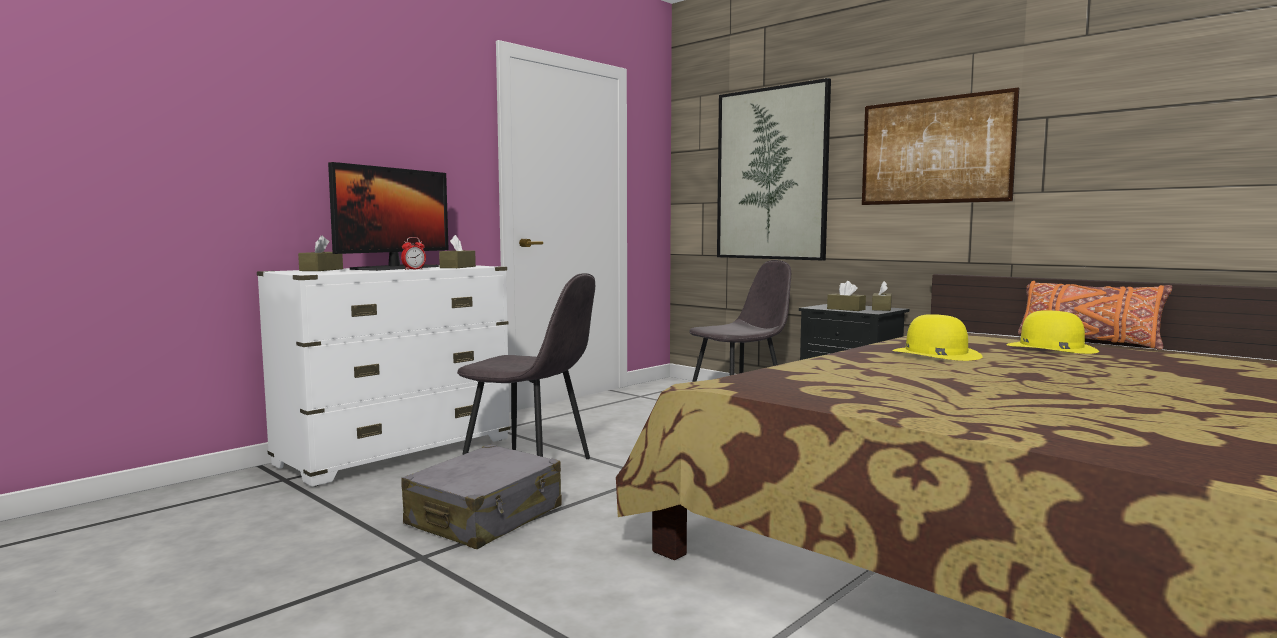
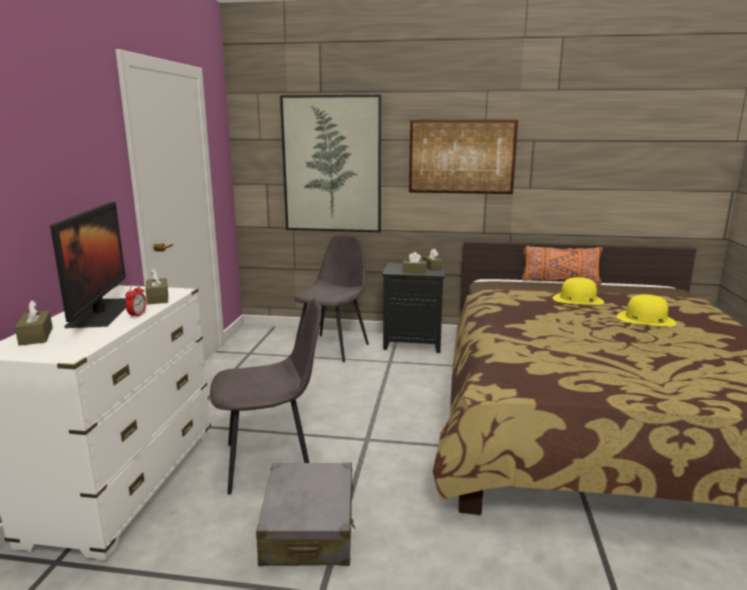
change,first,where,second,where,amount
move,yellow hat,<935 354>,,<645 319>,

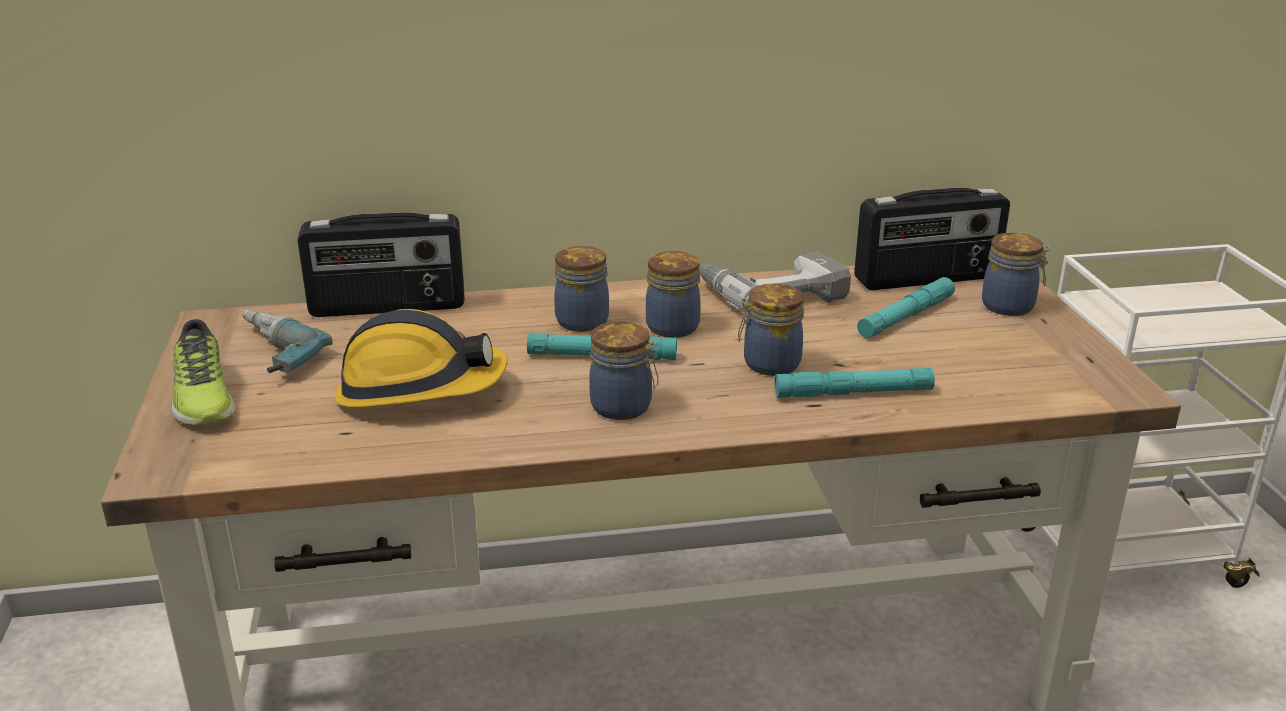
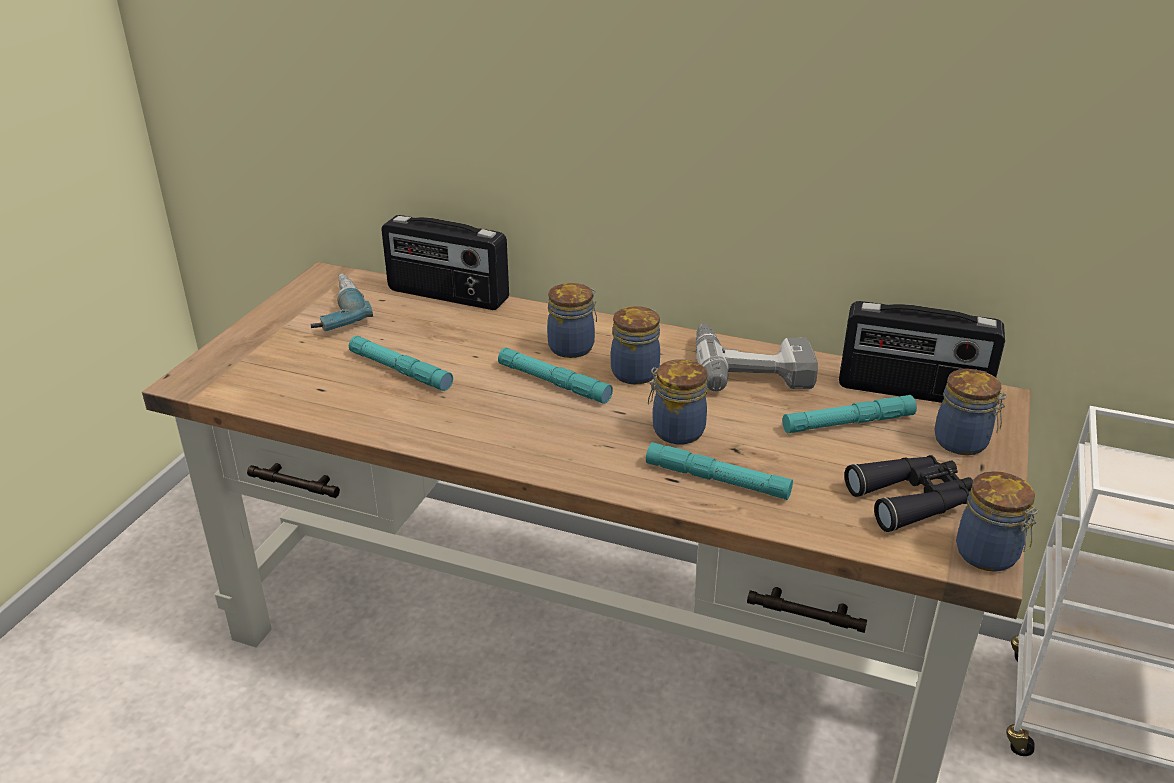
change,first,where,second,where,amount
replace,hard hat,<419 389>,turquoise flashlight,<400 370>,
insert,,,black binoculars,<912 500>,
move,jar,<624 407>,,<989 555>,
delete,shoe,<202 397>,,,

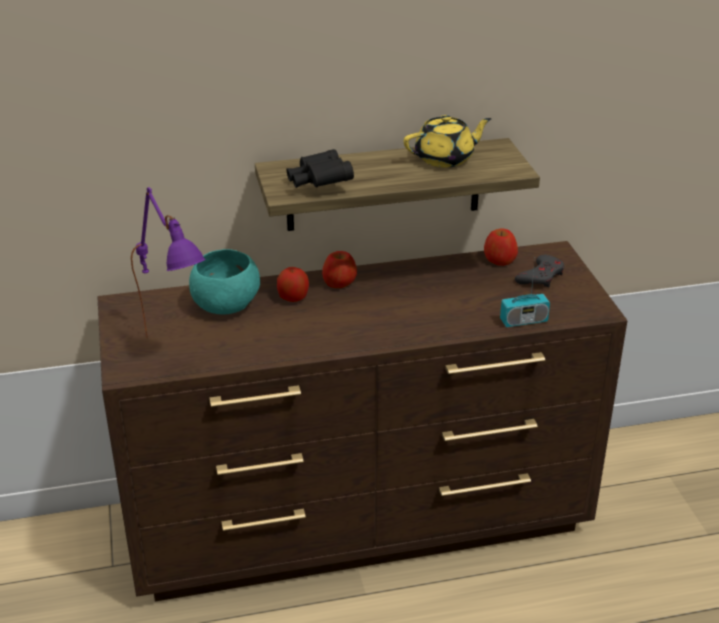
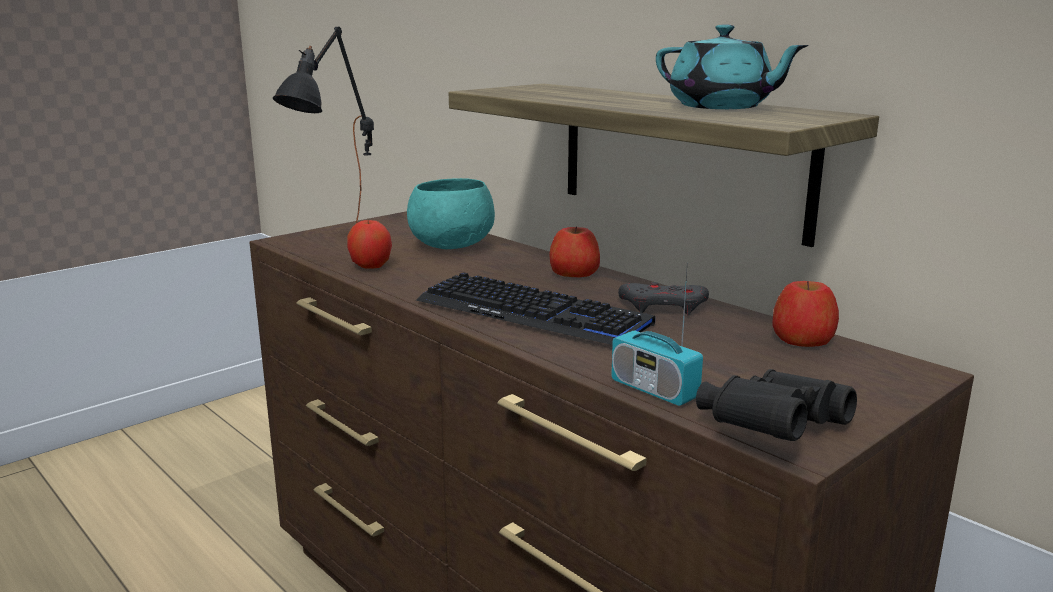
change,first,where,second,where,amount
recolor,purple table lamp,<177 351>,black table lamp,<341 247>,
move,apple,<293 298>,,<370 266>,
insert,,,keyboard,<532 313>,
move,grey game controller,<541 276>,,<663 306>,
recolor,yellow teapot,<445 159>,turquoise teapot,<721 107>,
move,black binoculars,<319 183>,,<770 431>,

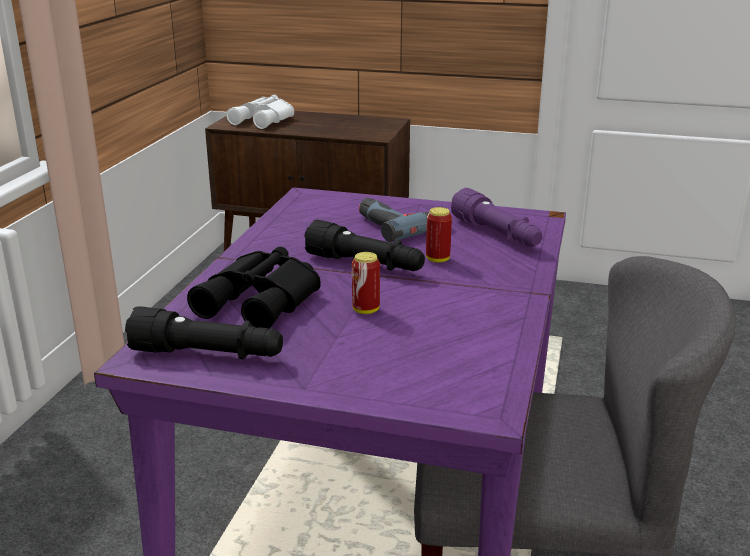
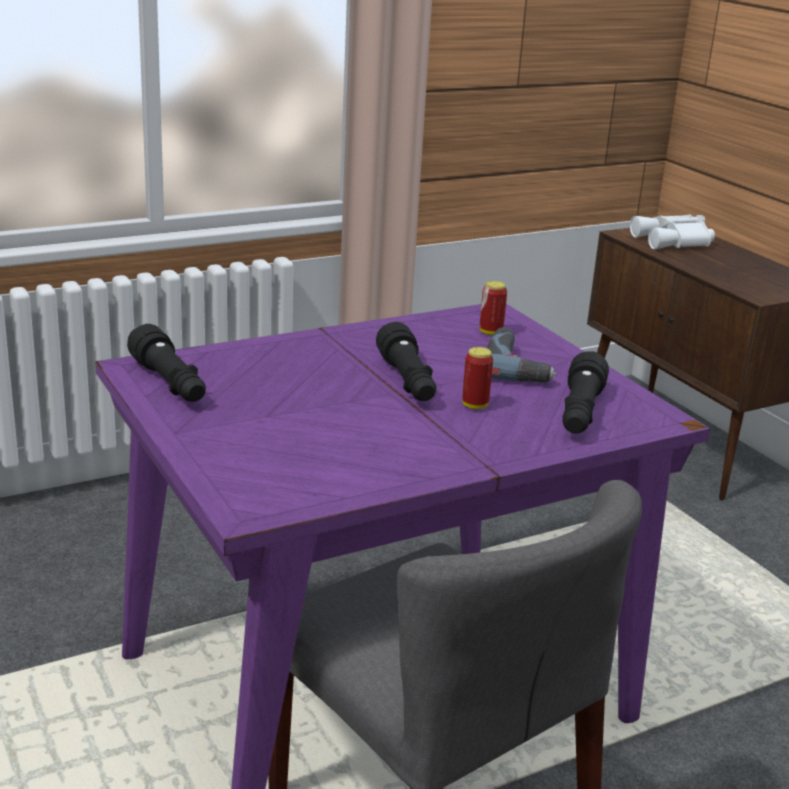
change,first,where,second,where,amount
move,can,<366 310>,,<490 332>,
recolor,purple flashlight,<497 235>,black flashlight,<580 413>,
delete,black binoculars,<262 301>,,,

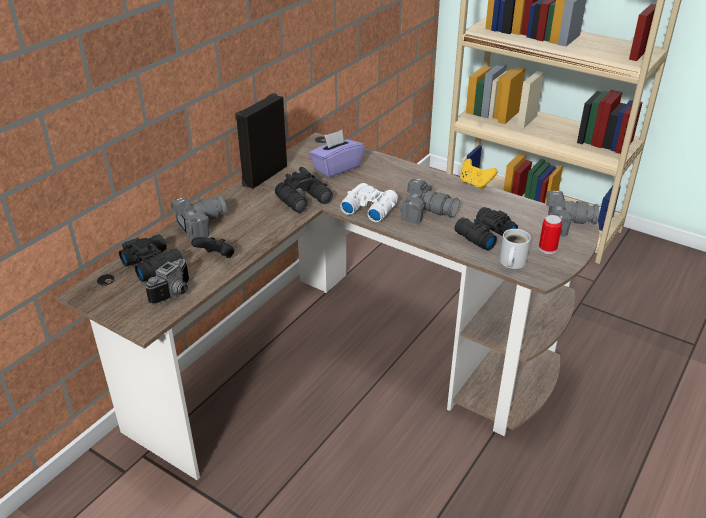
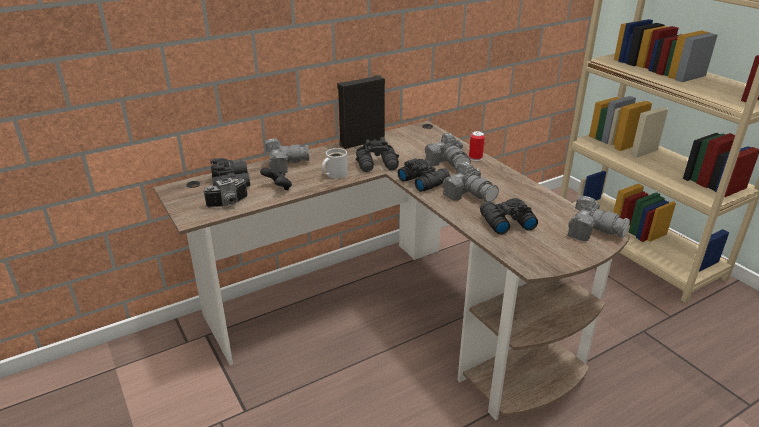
change,first,where,second,where,amount
move,white mug,<511 262>,,<334 174>,
recolor,white binoculars,<368 208>,black binoculars,<423 181>,
insert,,,photo camera,<449 163>,
move,can,<547 249>,,<475 158>,
delete,purple tissue box,<336 168>,,,
delete,yellow game controller,<475 184>,,,

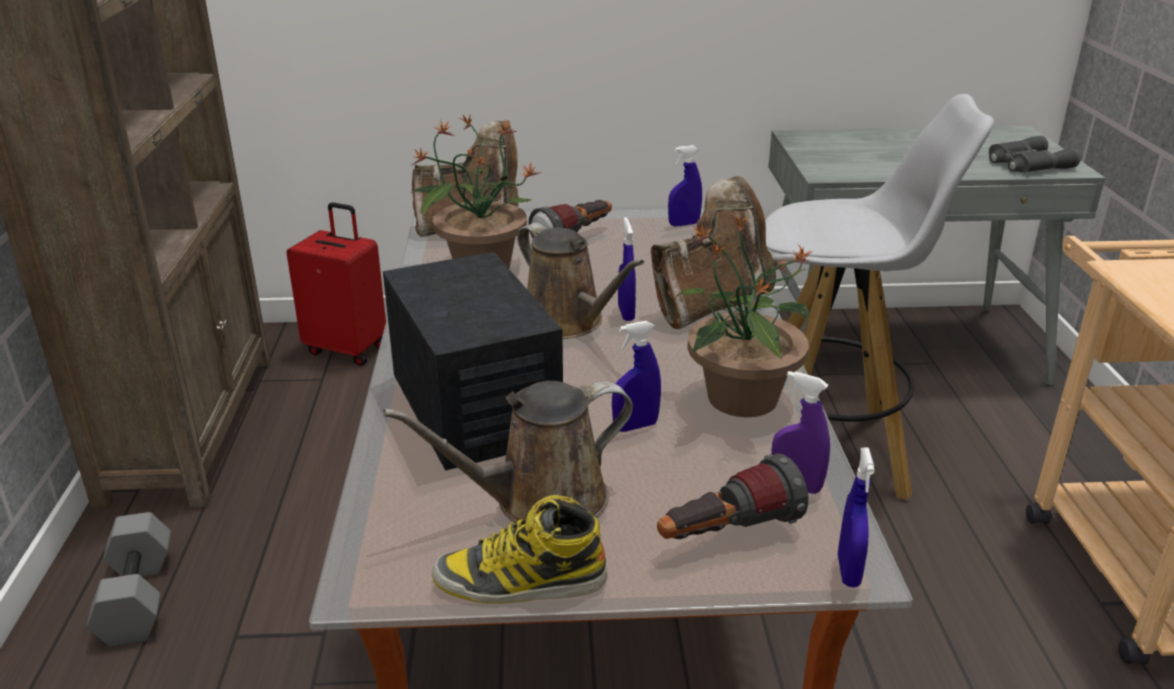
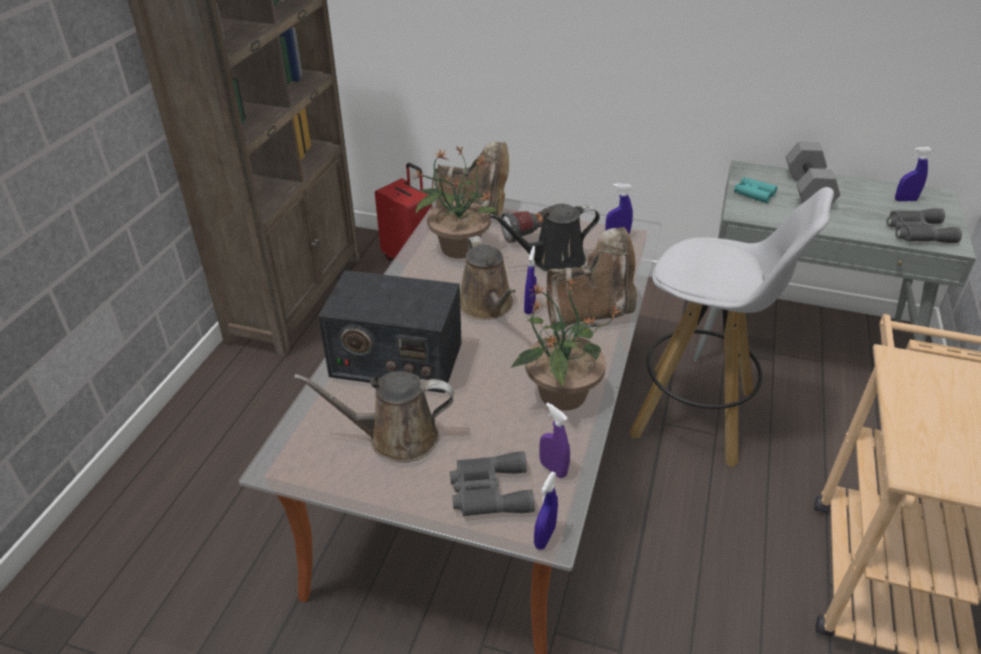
change,first,where,second,where,amount
rotate,radio,<475 406>,,<395 359>,105 degrees clockwise
replace,flashlight,<726 534>,grey binoculars,<488 491>,
insert,,,black watering can,<553 260>,
insert,,,turquoise binoculars,<754 194>,
move,grey dumbbell,<139 598>,,<808 191>,
move,blue spray bottle,<635 426>,,<905 200>,
delete,boot,<520 582>,,,

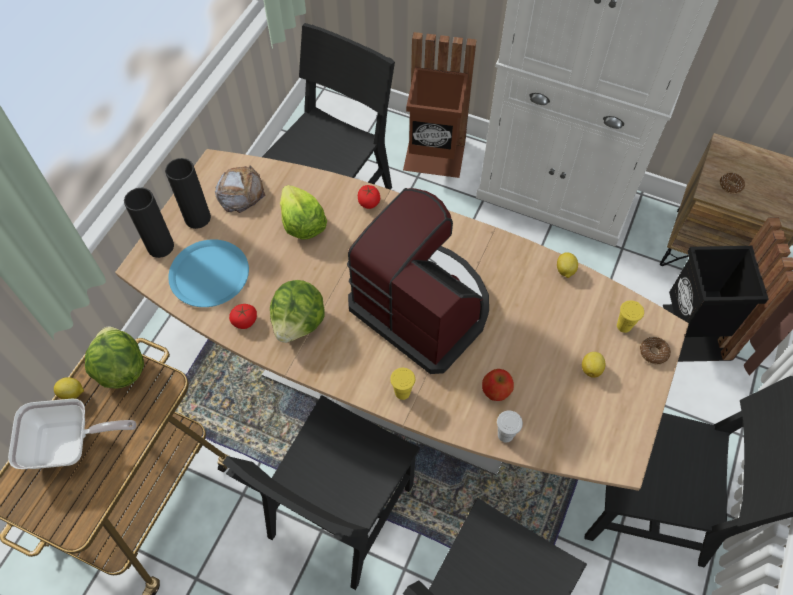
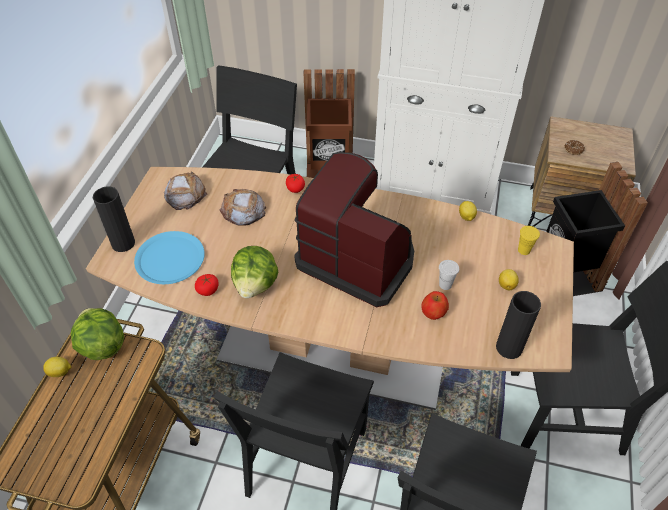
change,first,where,second,where,amount
replace,lettuce,<302 223>,bread,<243 211>,
move,white cup,<505 435>,,<445 285>,
move,black vase,<197 218>,,<509 347>,
delete,frying pan,<70 445>,,,
delete,yellow cup,<402 392>,,,
delete,donut,<653 353>,,,

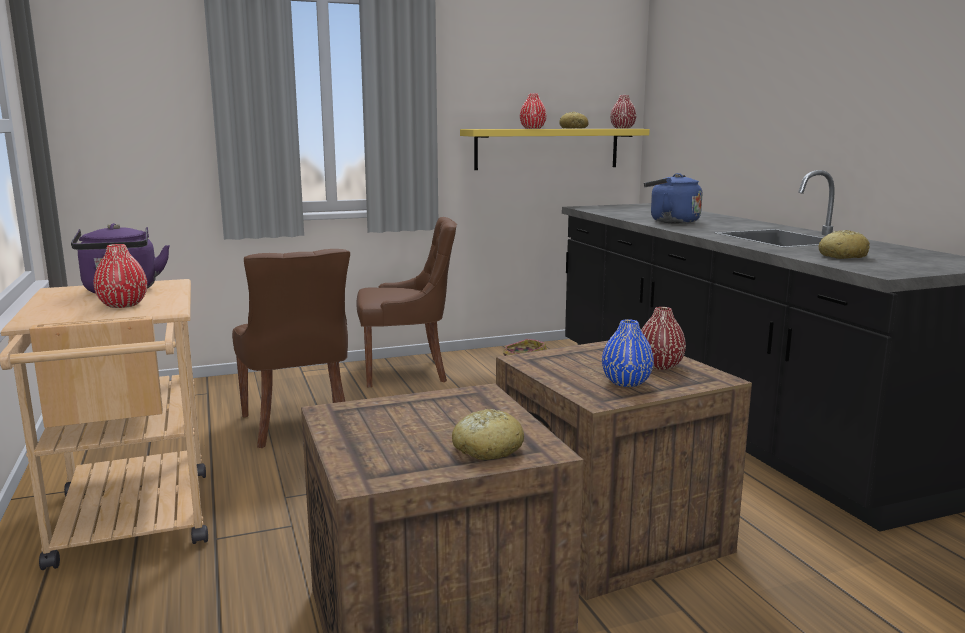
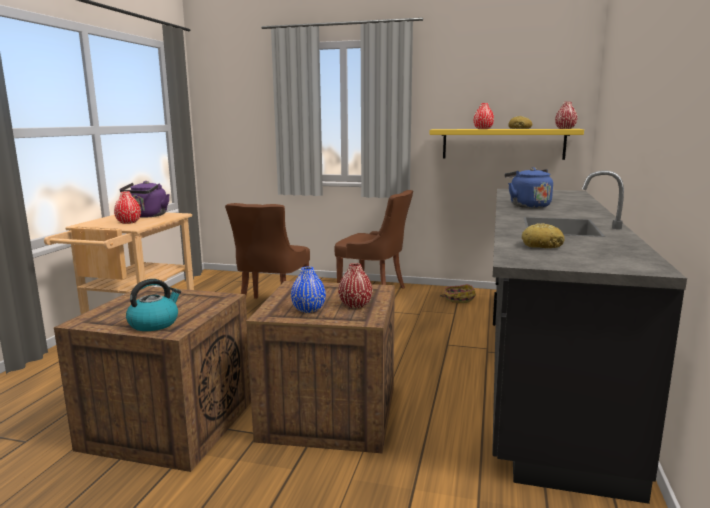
change,first,where,second,where,amount
replace,bread,<487 449>,kettle,<154 323>,

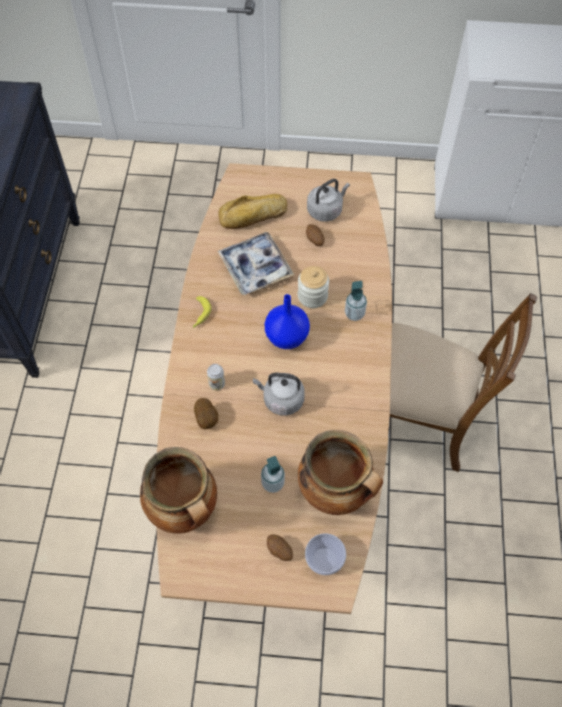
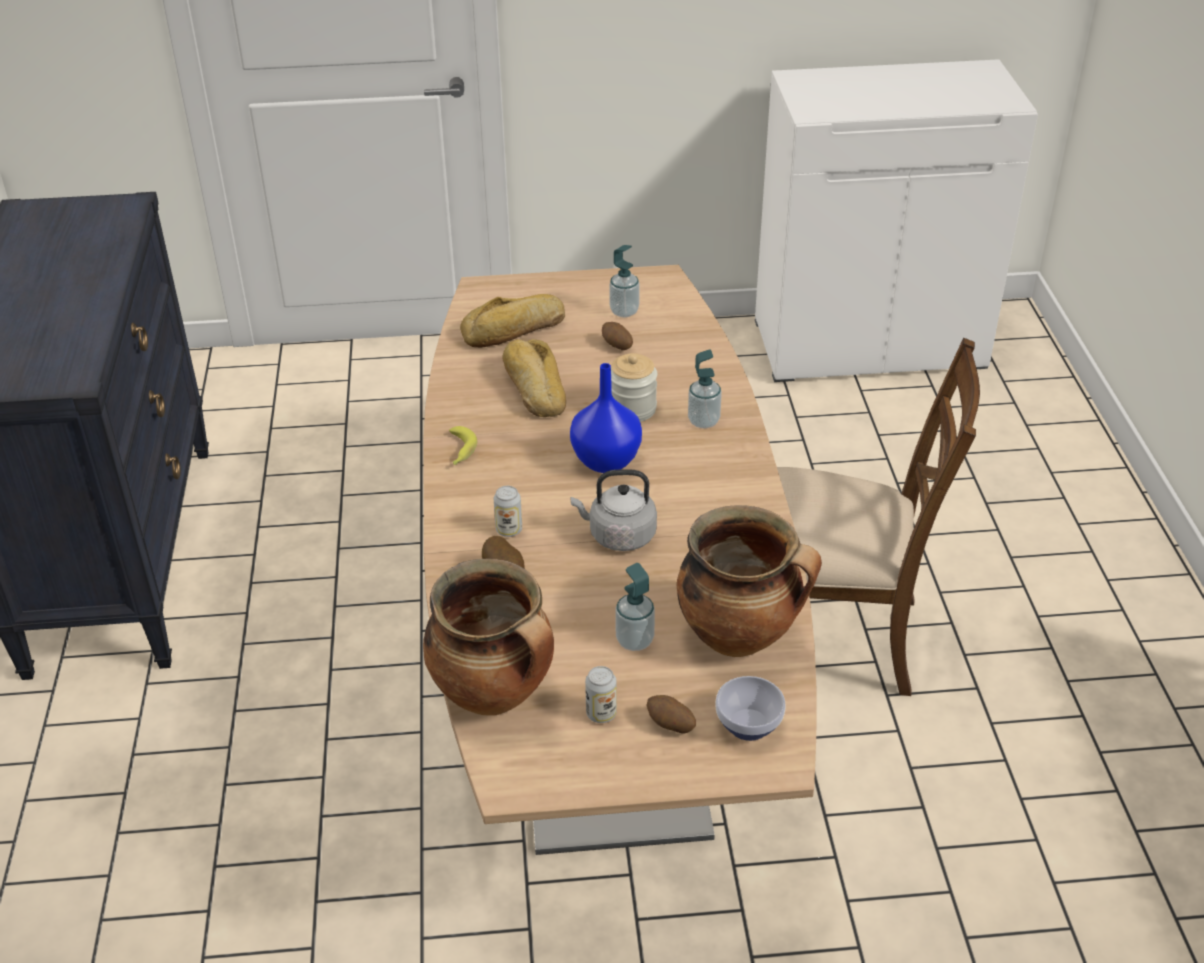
change,first,where,second,where,amount
replace,tray,<255 268>,bread,<534 387>,
insert,,,can,<601 714>,
replace,grey kettle,<326 210>,soap dispenser,<624 311>,

